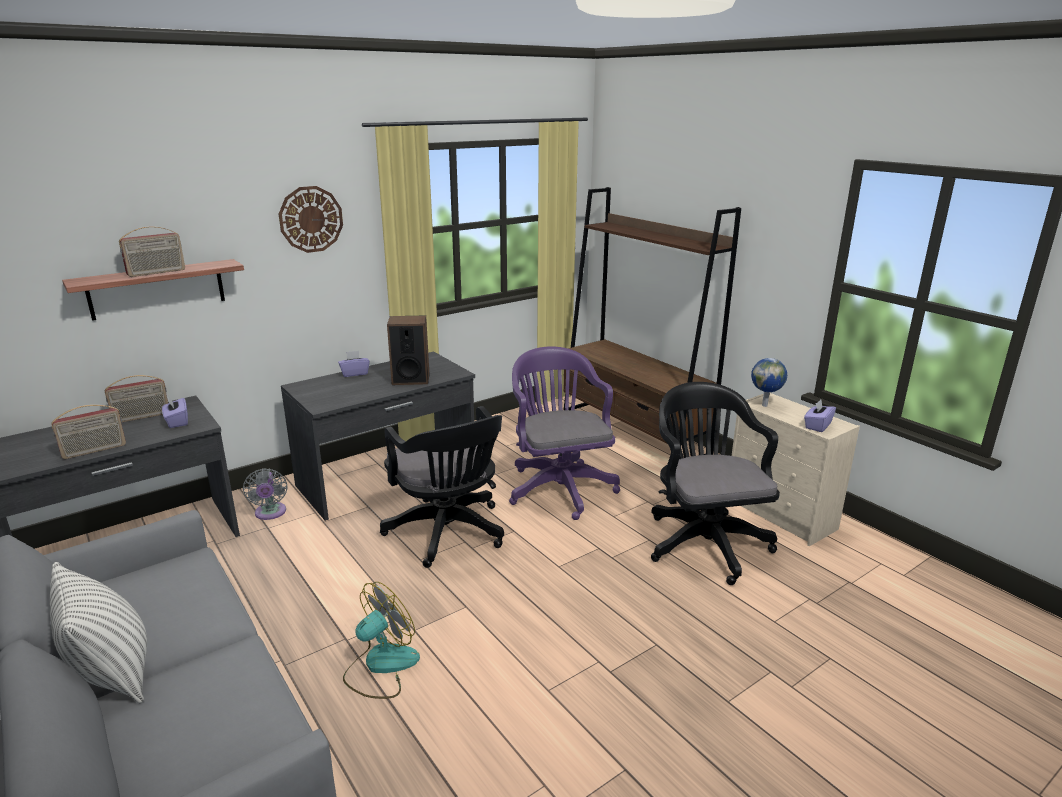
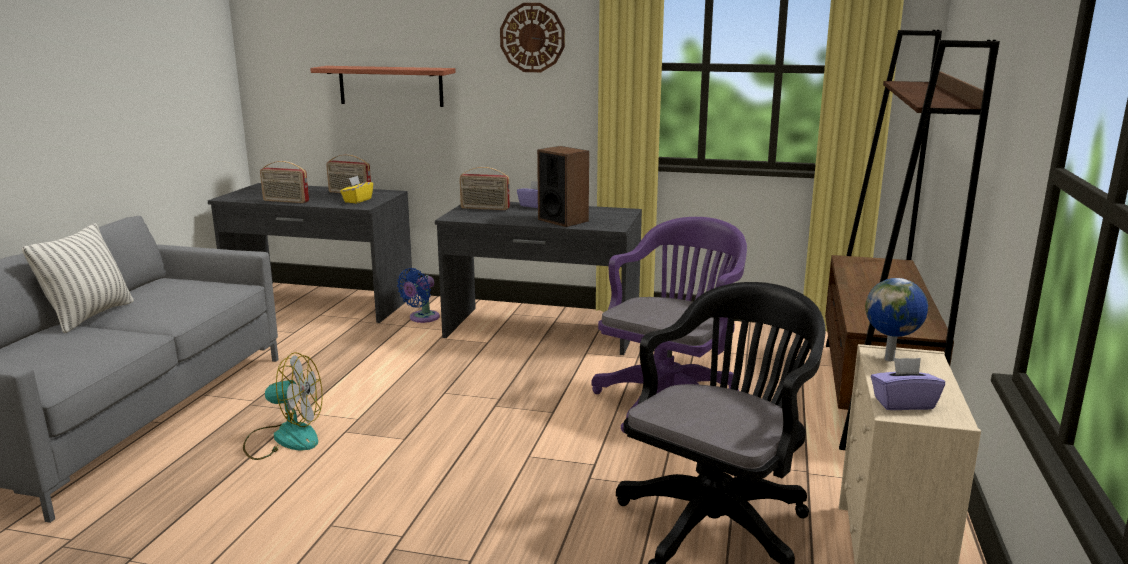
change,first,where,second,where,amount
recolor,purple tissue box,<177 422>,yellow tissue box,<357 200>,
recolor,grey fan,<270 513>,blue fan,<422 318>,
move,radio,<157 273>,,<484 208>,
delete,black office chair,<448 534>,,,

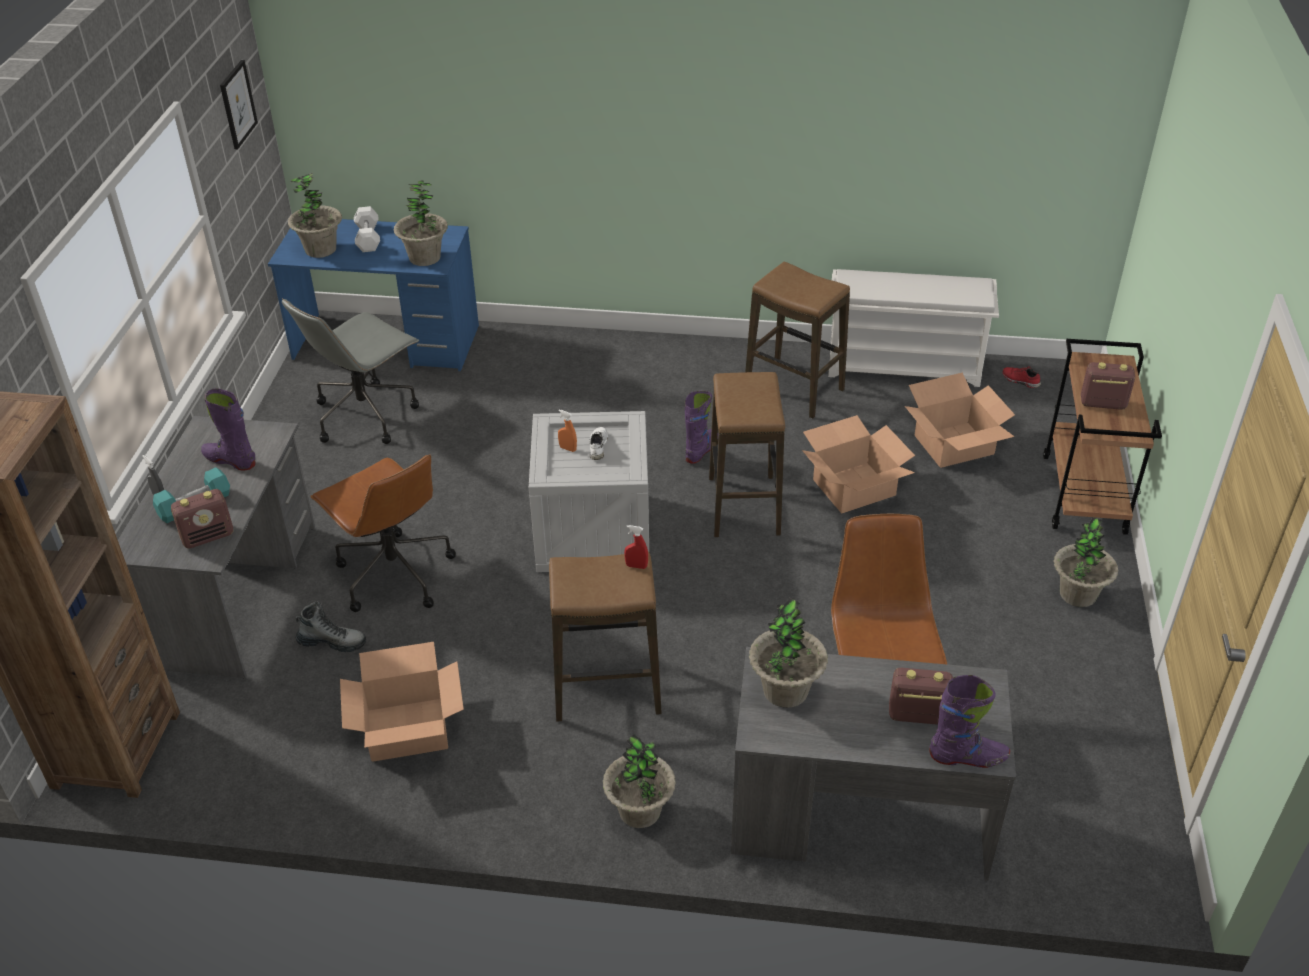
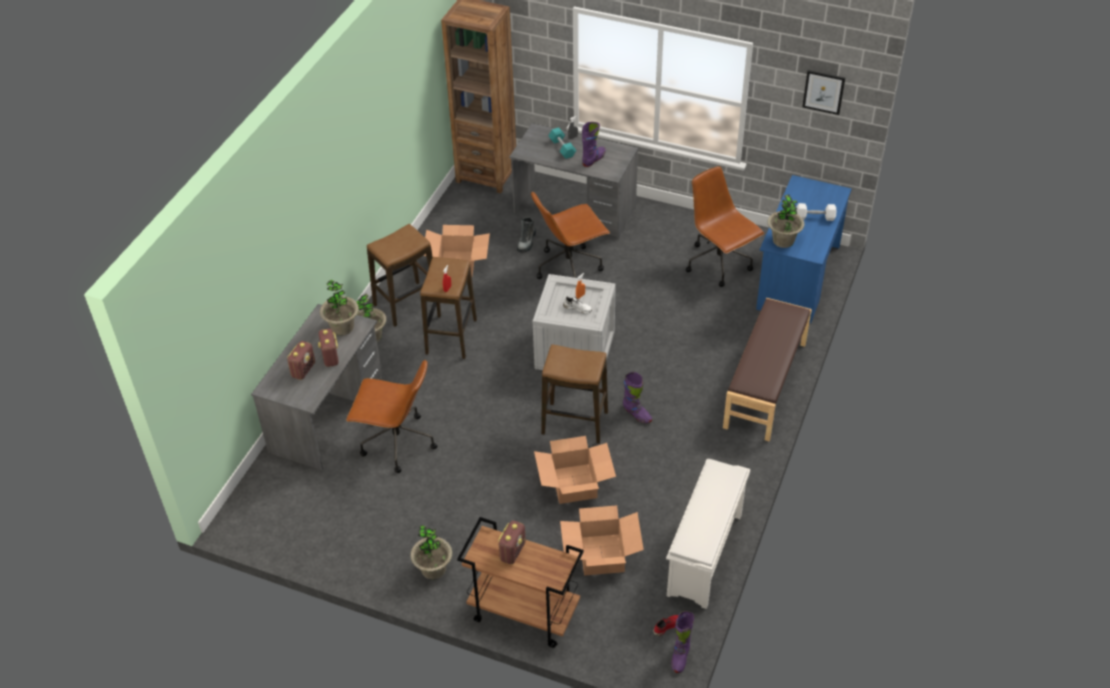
change,first,where,second,where,amount
move,radio,<208 536>,,<330 357>,
move,stool,<793 389>,,<406 304>,
move,purple boot,<968 758>,,<680 656>,
recolor,grey office chair,<365 414>,brown office chair,<719 264>,
insert,,,brown bench,<766 385>,
delete,potted plant,<320 249>,,,

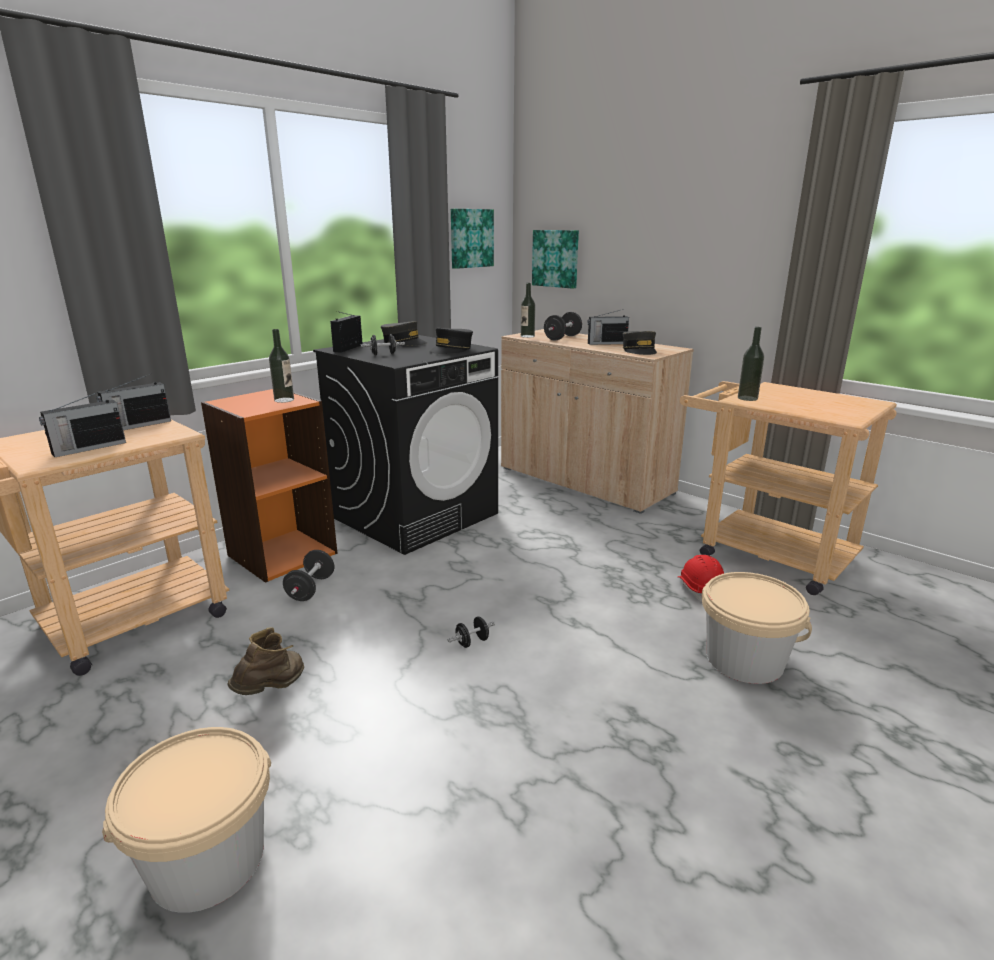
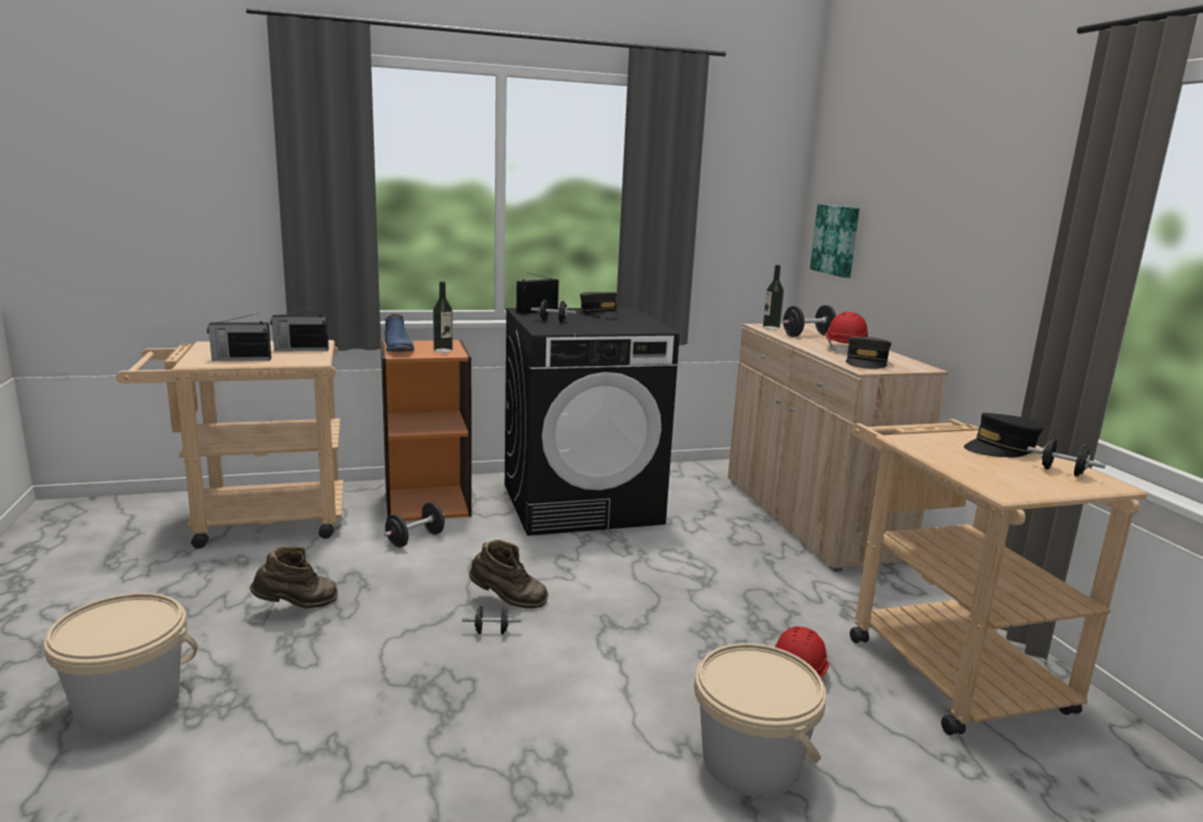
change,first,where,second,where,amount
insert,,,blue boot,<398 348>,
insert,,,brown boot,<508 601>,
replace,radio,<606 343>,red hard hat,<846 349>,
move,black cap,<451 350>,,<1000 448>,
insert,,,black dumbbell,<1062 472>,
delete,picture,<470 238>,,,
delete,bottle,<747 398>,,,

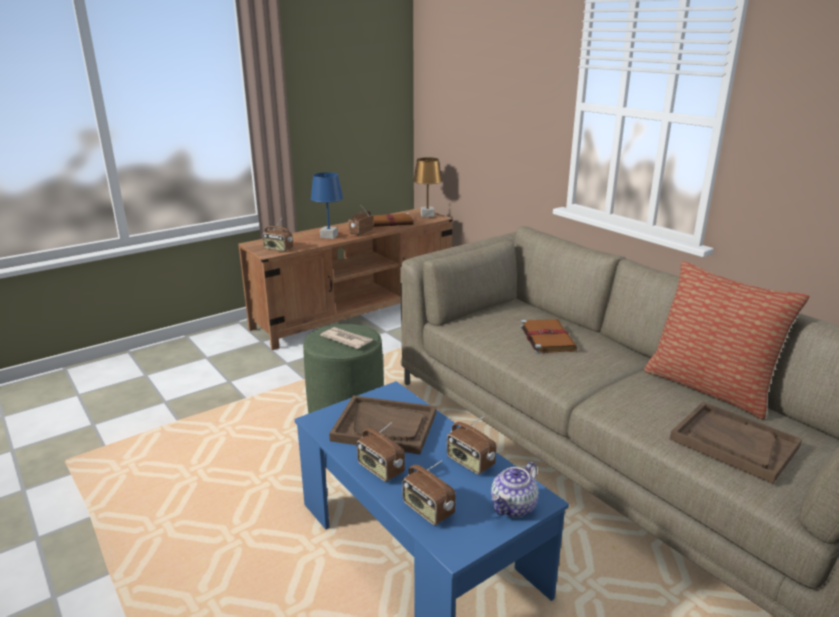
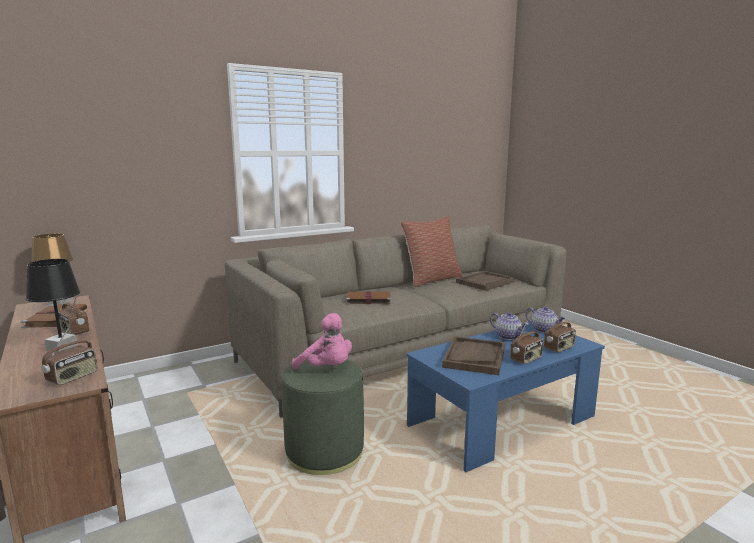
change,first,where,second,where,amount
recolor,blue table lamp,<328 236>,black table lamp,<62 348>,
replace,newspaper,<346 339>,pink plush toy,<327 368>,
replace,radio,<469 462>,teapot,<508 336>,

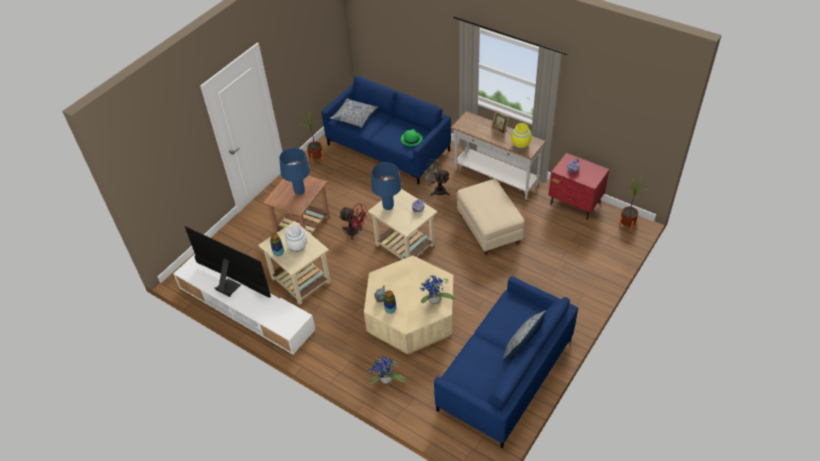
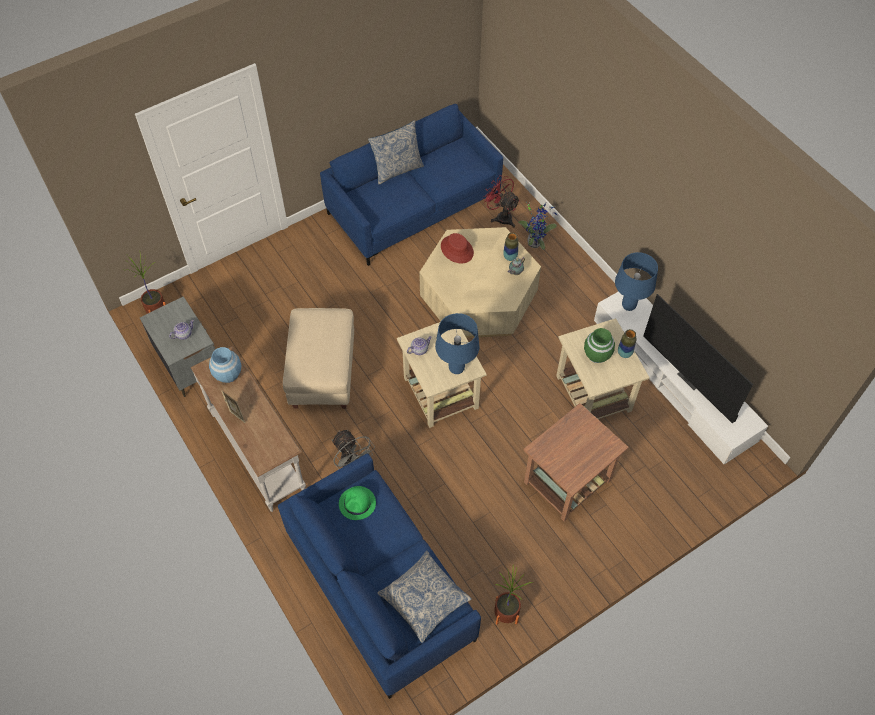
change,first,where,second,where,amount
recolor,red nightstand,<575 204>,grey nightstand,<190 365>,
recolor,yellow vase,<520 144>,blue vase,<228 374>,
replace,potted plant,<434 301>,red hat,<457 249>,
move,red fan,<355 232>,,<501 216>,
recolor,white vase,<297 246>,green vase,<597 354>,
move,blue table lamp,<299 191>,,<628 306>,

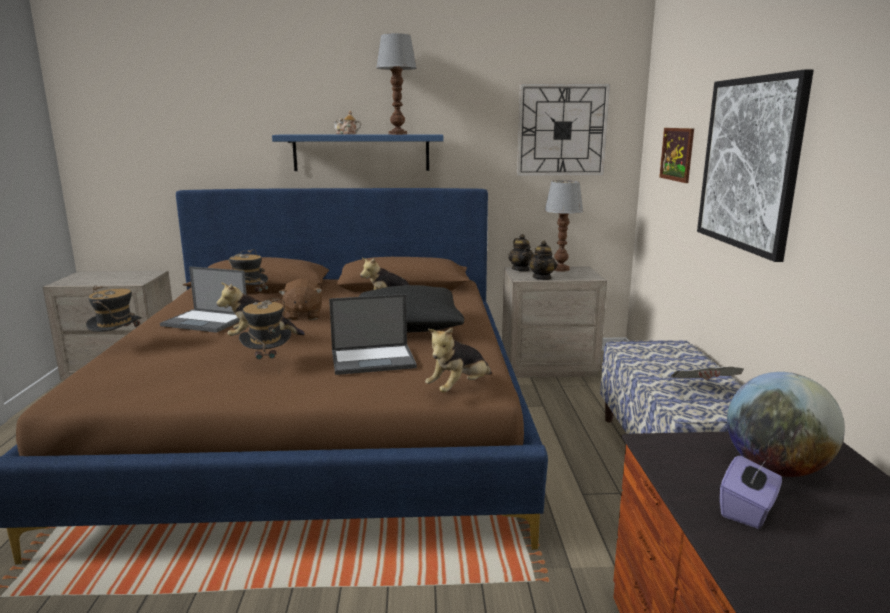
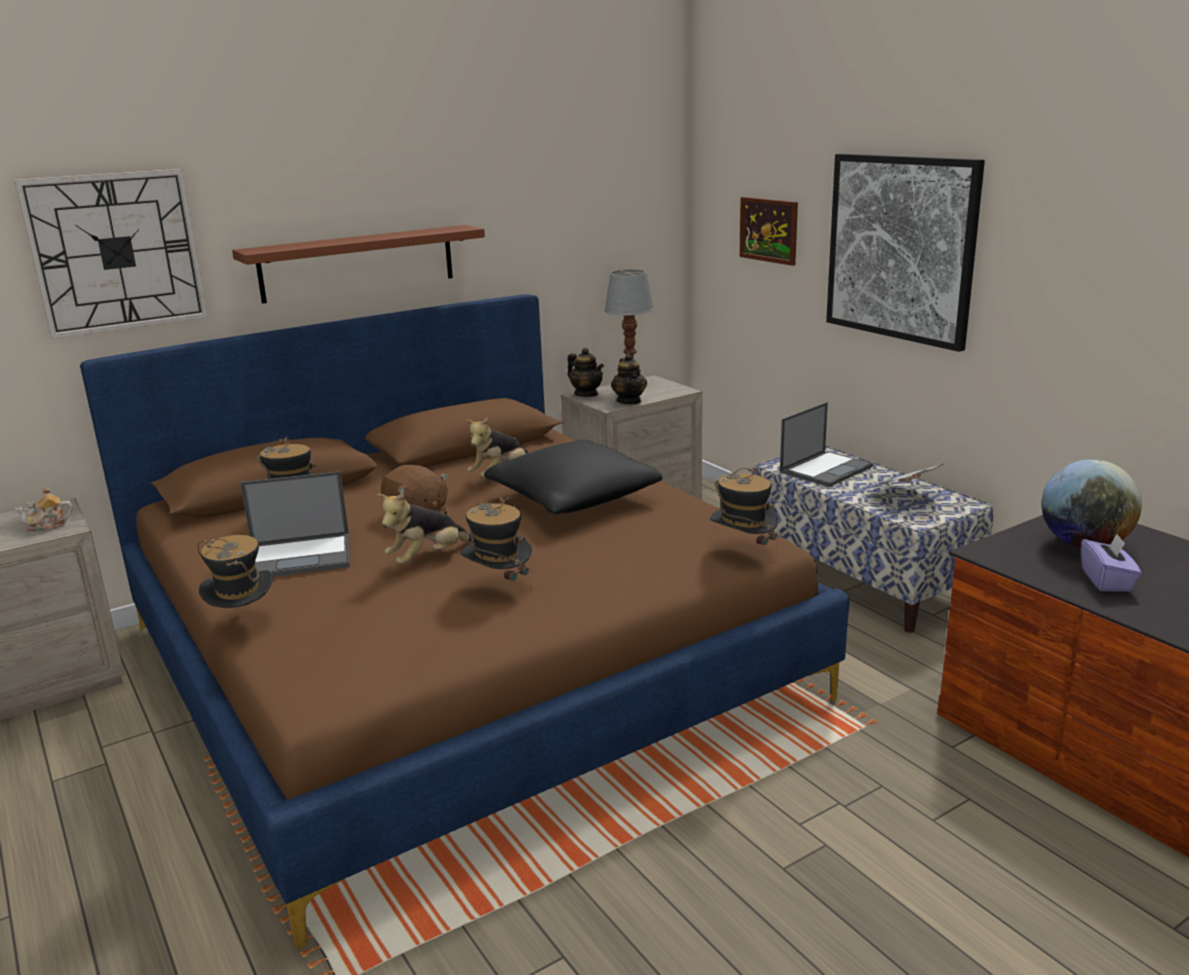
change,first,where,second,where,amount
move,wall clock,<562 130>,,<116 252>,
move,teapot,<347 134>,,<47 526>,
recolor,blue shelf,<361 152>,brown shelf,<358 263>,
replace,plush toy,<459 388>,hat,<742 552>,
move,laptop,<374 359>,,<826 469>,
delete,table lamp,<398 134>,,,

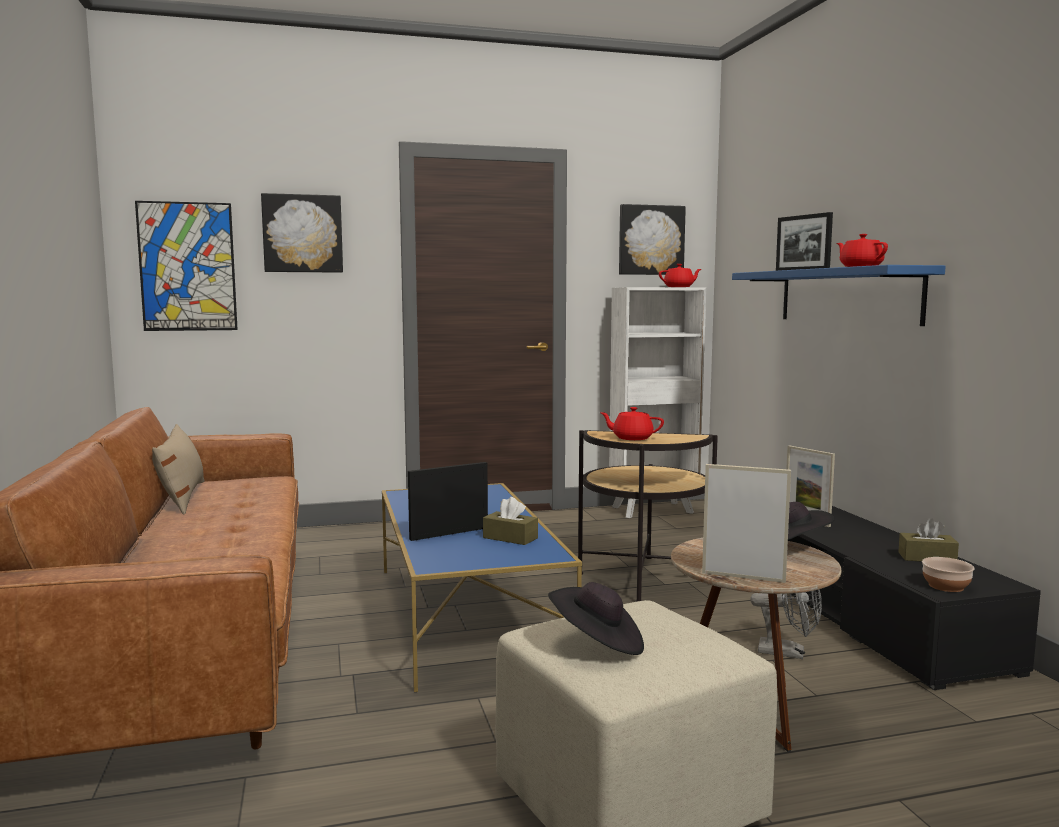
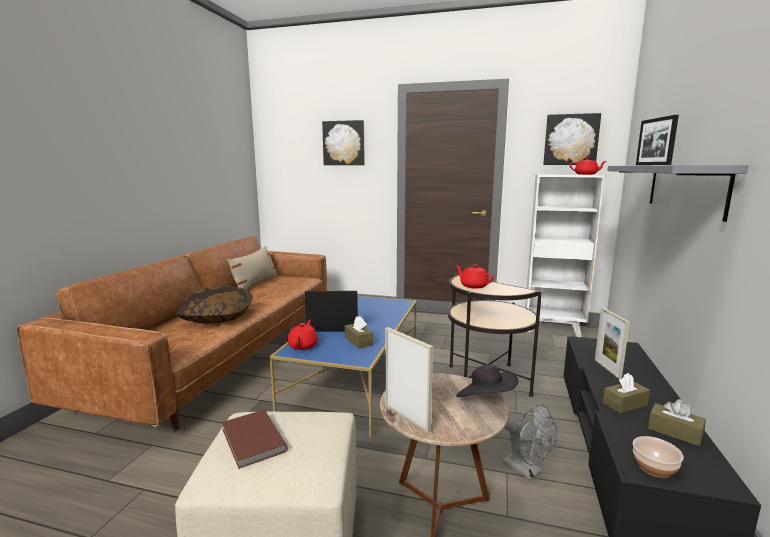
change,first,where,second,where,amount
insert,,,pillow,<218 317>,
replace,black hat,<597 643>,brown book,<252 441>,
move,red teapot,<860 267>,,<303 345>,
insert,,,brown tissue box,<625 404>,
recolor,blue shelf,<847 296>,grey shelf,<684 188>,
delete,picture,<187 267>,,,

